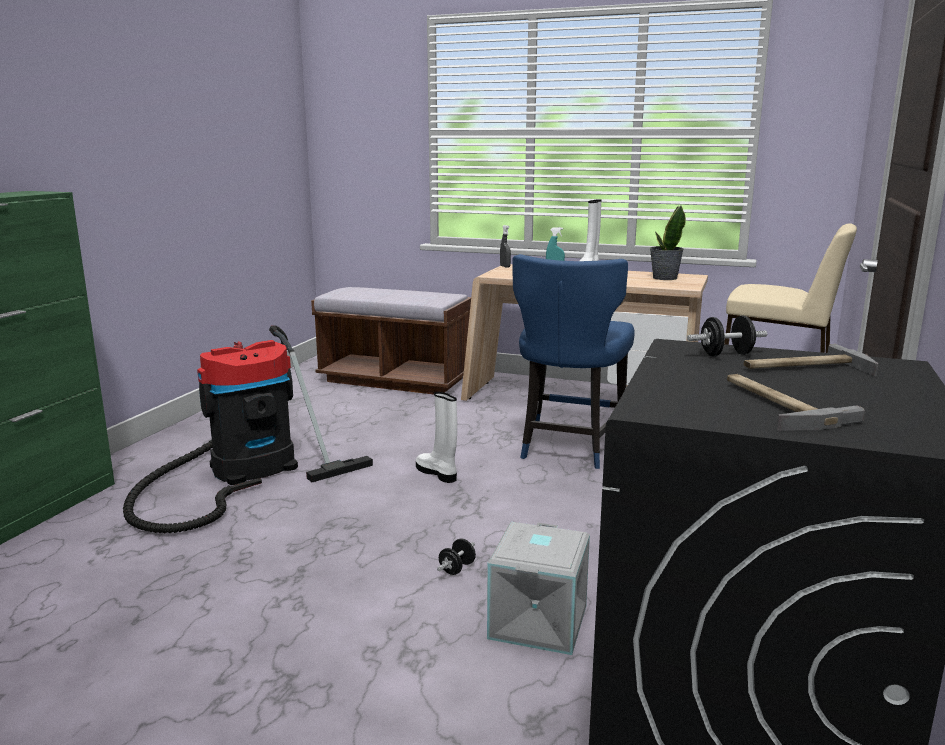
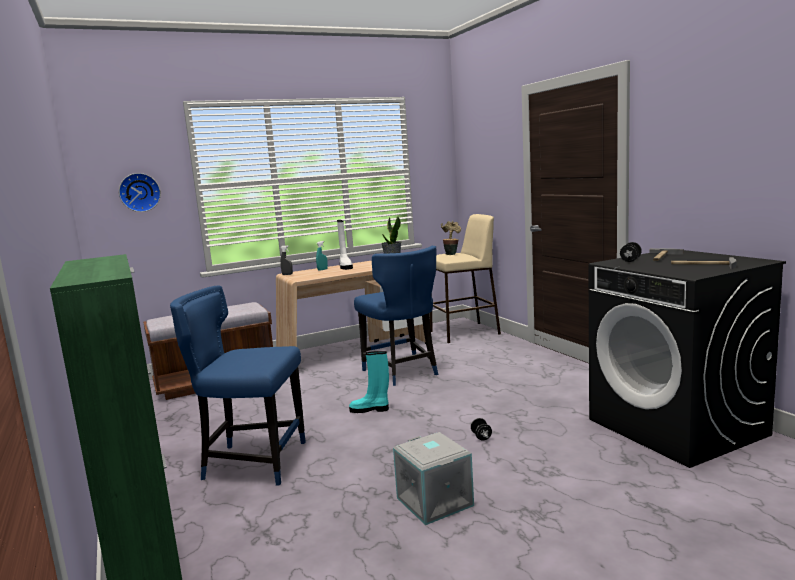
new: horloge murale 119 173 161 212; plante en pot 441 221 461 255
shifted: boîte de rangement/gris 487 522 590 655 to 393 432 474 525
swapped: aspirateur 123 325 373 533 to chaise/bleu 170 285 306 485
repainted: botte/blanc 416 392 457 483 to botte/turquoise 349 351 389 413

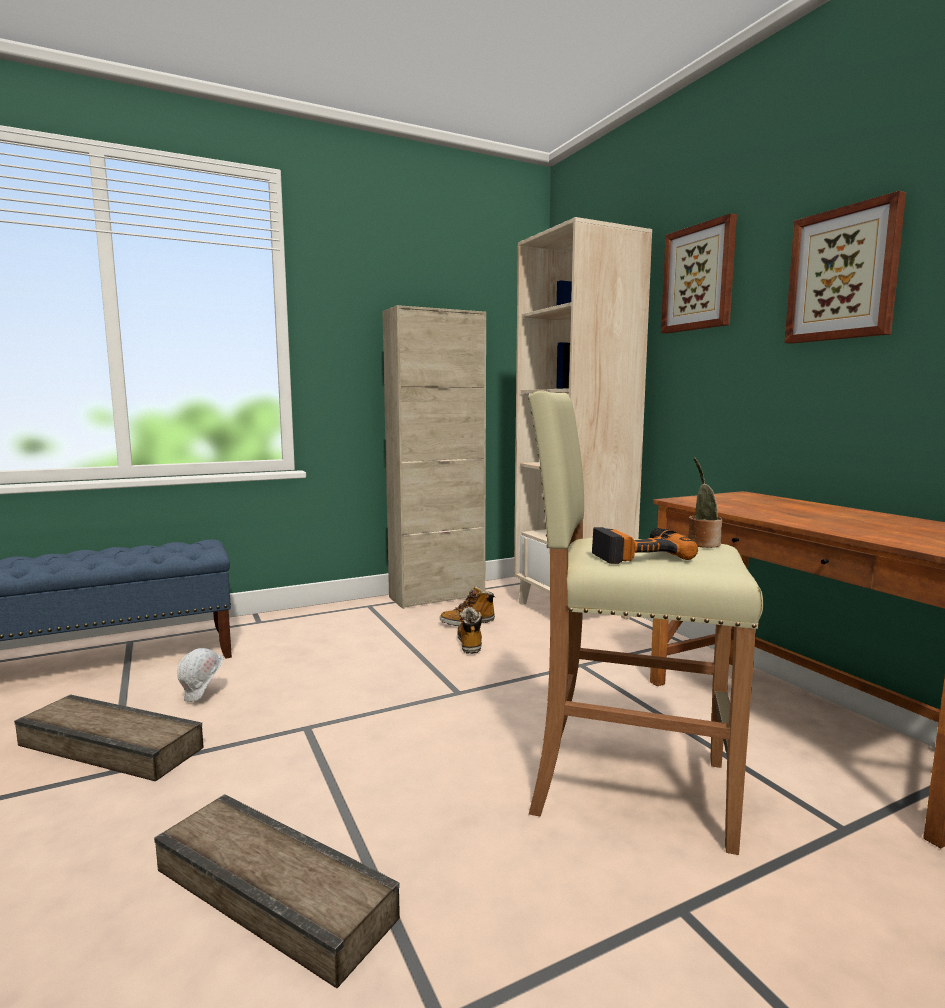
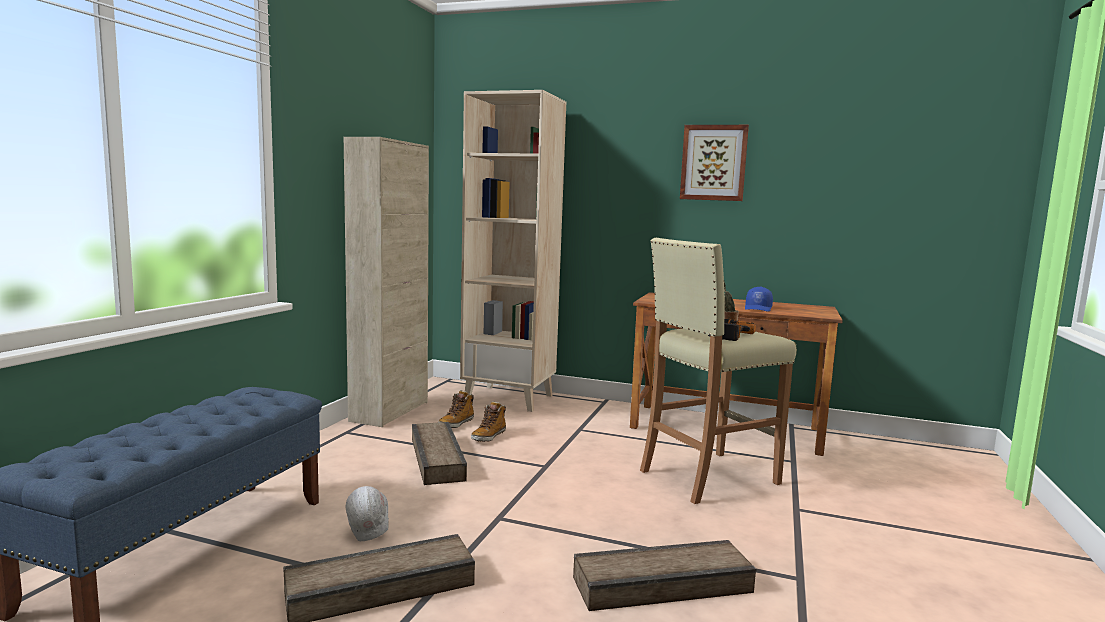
gone: tableau 661 213 737 333
new: caisse 412 422 467 485; casquette/bleu 745 286 773 312
rotated: botte 457 607 482 654 = 471 401 506 442 105 degrees counterclockwise

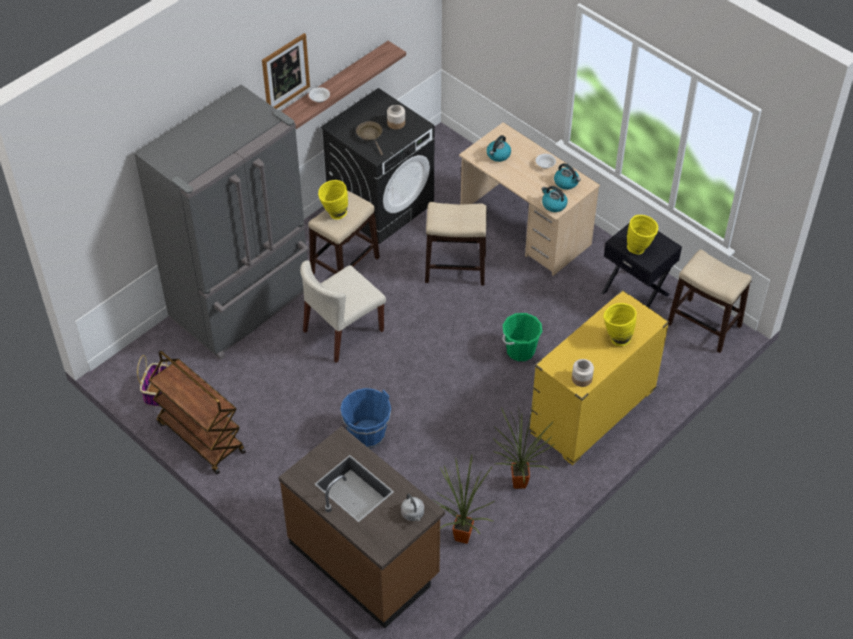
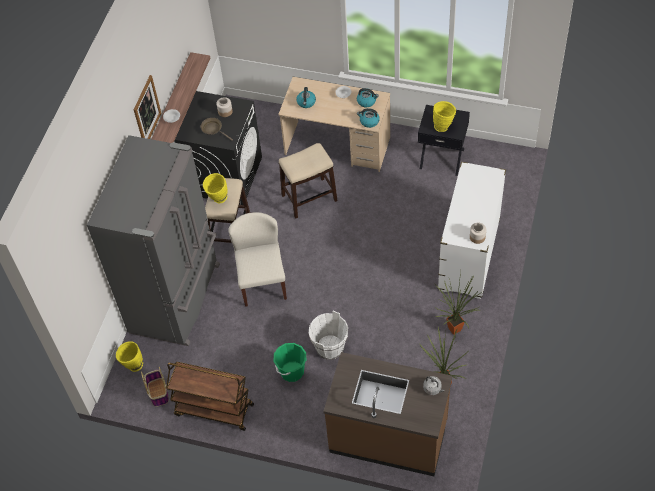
gone: tabouret 668 249 752 353
shifted: seau/vert 502 313 543 361 to 274 343 306 382; vase/jaune 603 303 637 346 to 116 341 143 372
repainted: seau/bleu 340 388 391 449 to seau/blanc 309 311 348 360; commode/jaune 529 290 669 465 to commode/blanc 438 162 506 299
rotated: chaise/beige 300 260 386 363 = 228 212 287 307 150 degrees clockwise

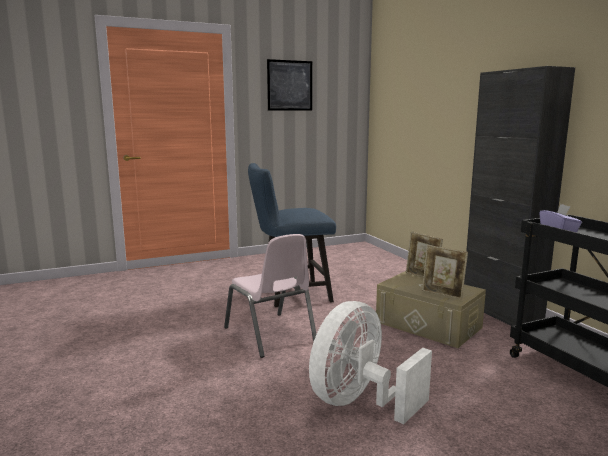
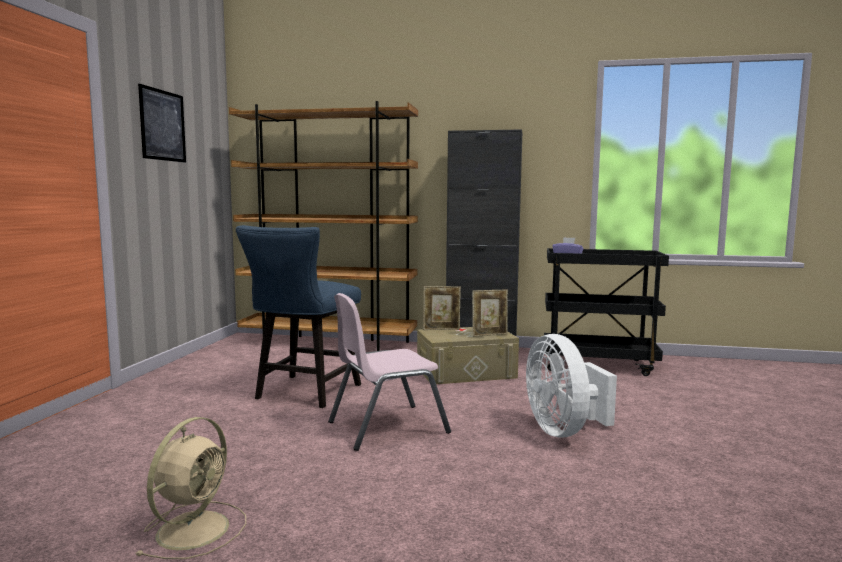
new: ventilateur/beige 135 417 246 559; bibliothèque/marron 229 101 418 351
rotated: chaise/rose 224 234 316 358 = 328 293 451 451 150 degrees clockwise

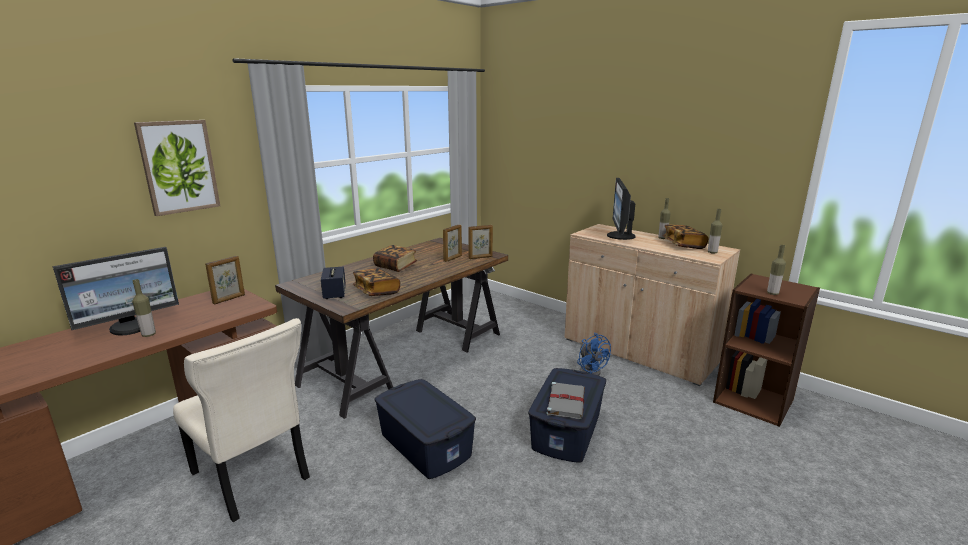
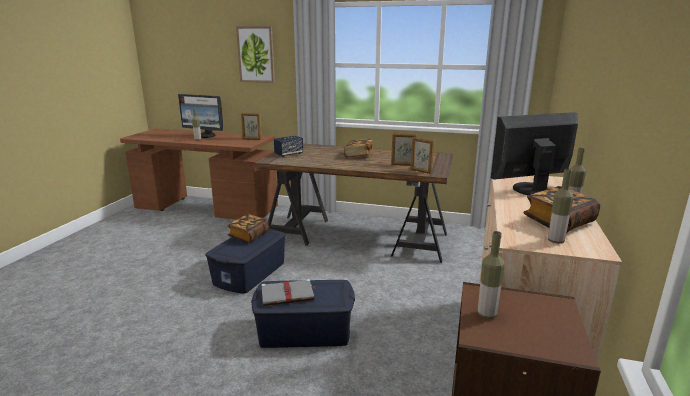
gone: chaise/beige 173 318 310 522; ventilateur/bleu 577 333 611 376
shifted: livre 353 268 400 296 to 227 214 269 243

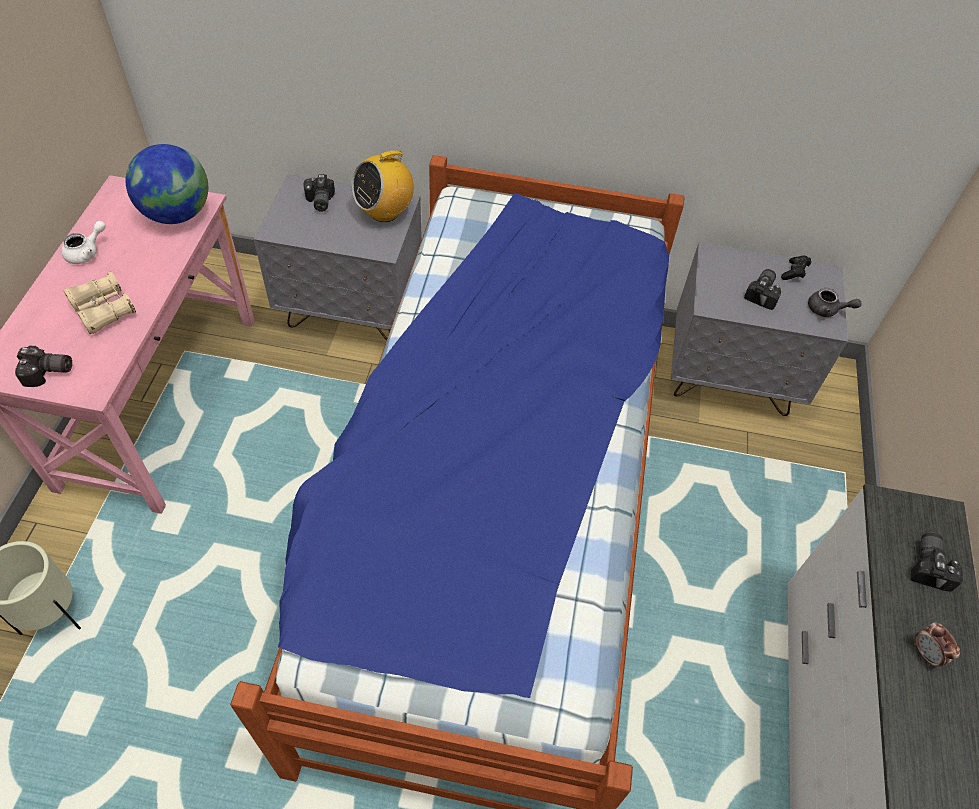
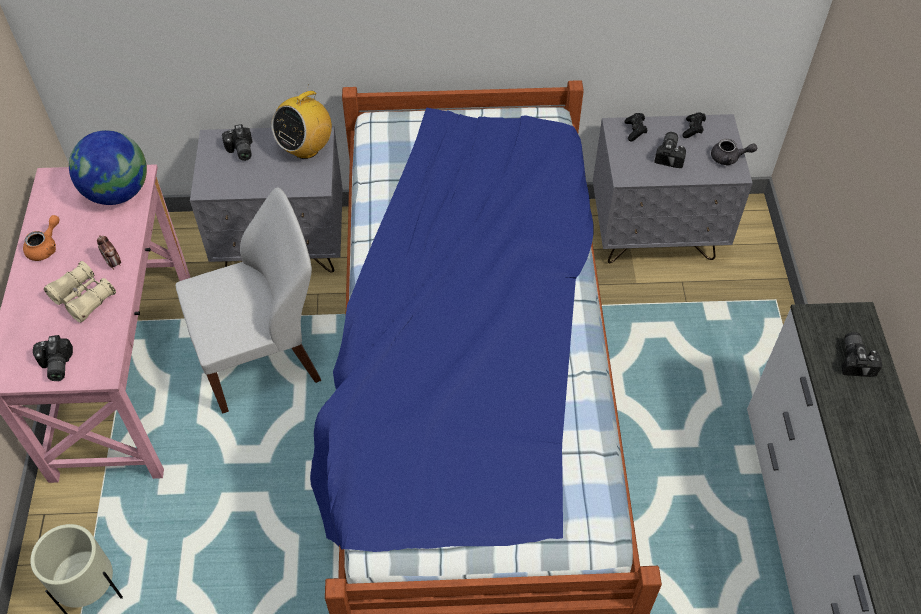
new: chaise/blanc 176 187 321 414; manette/noir 625 113 648 141
shifted: réveil 914 623 961 667 to 97 235 121 270
repainted: théière/blanc 62 221 106 264 to théière/orange 23 215 60 261
rotated: appareil photo 15 346 72 387 = 33 335 73 381 90 degrees clockwise

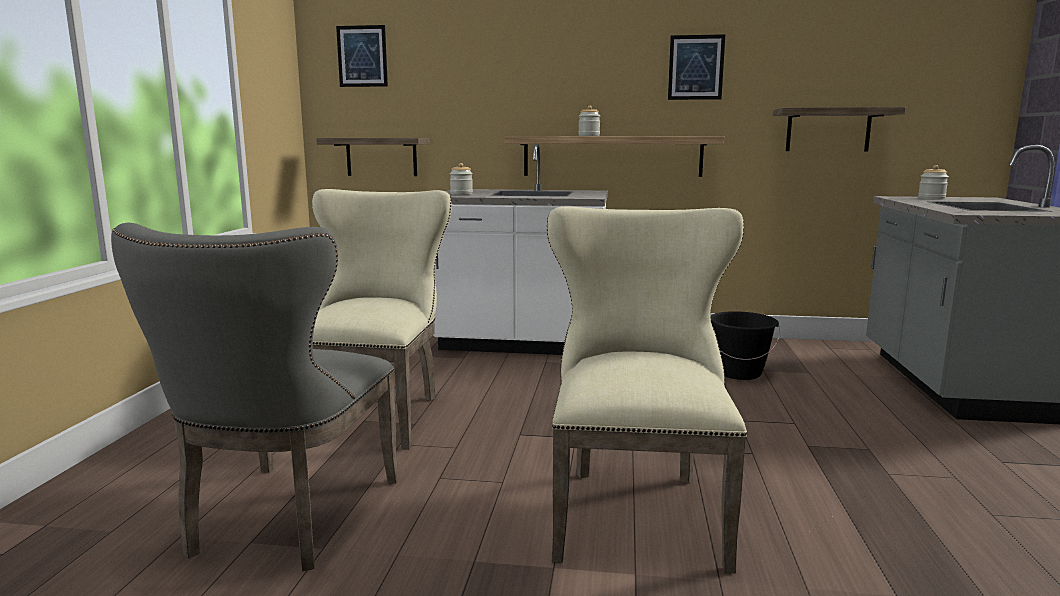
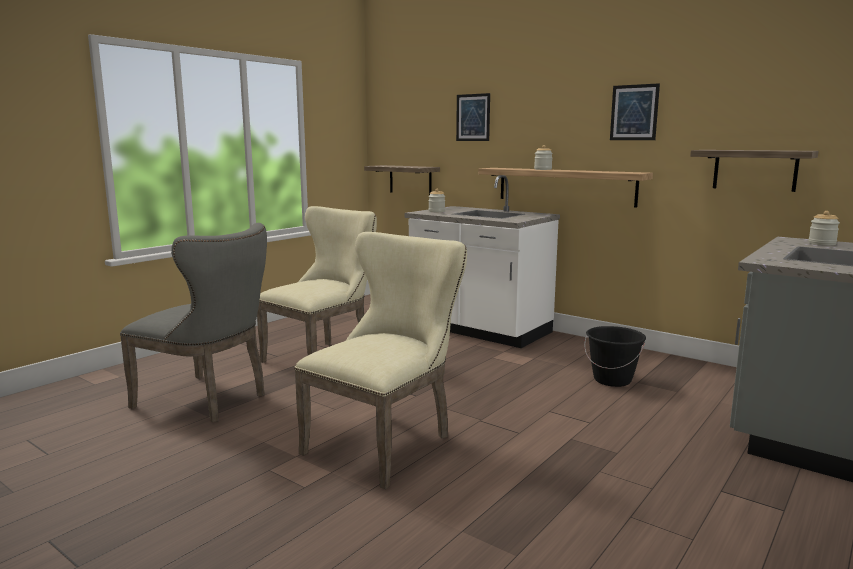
shifted: tableau 336 25 388 87 to 456 93 490 141
rotated: chaise/gris 111 223 399 571 = 120 223 267 423 105 degrees counterclockwise

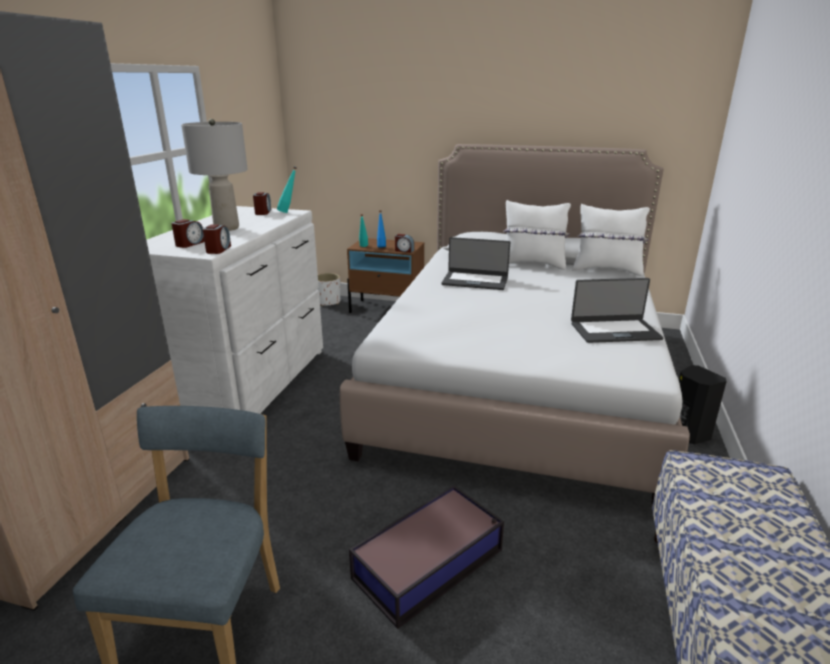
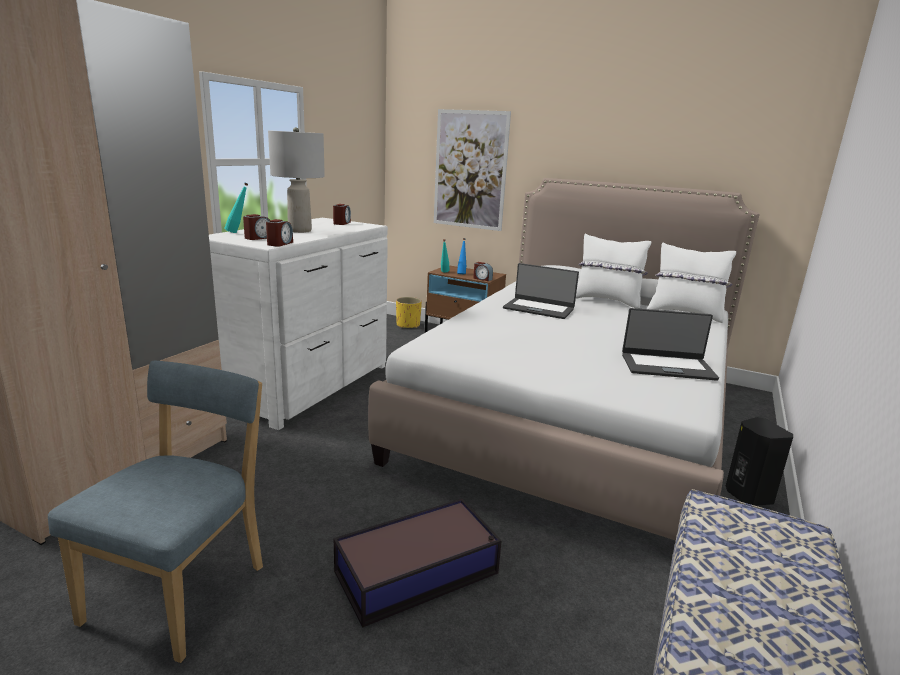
new: tableau 434 109 511 231
shifted: bouteille/turquoise 277 167 297 213 to 224 183 248 233
repainted: cache-pot/blanc 318 273 340 306 to cache-pot/jaune 396 297 422 328

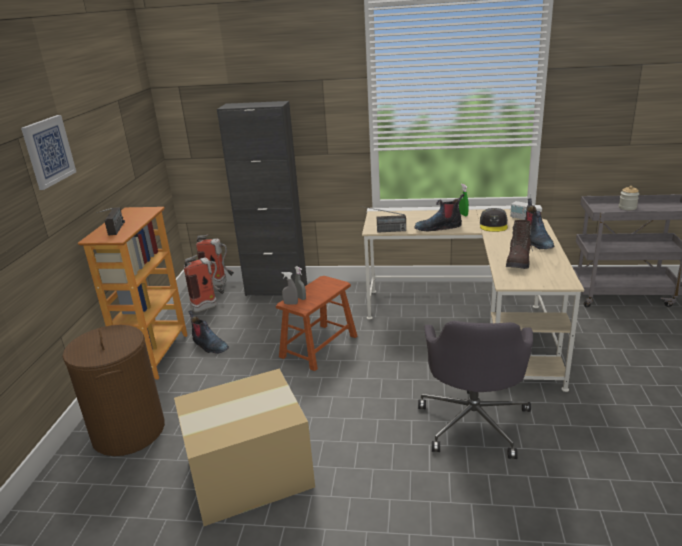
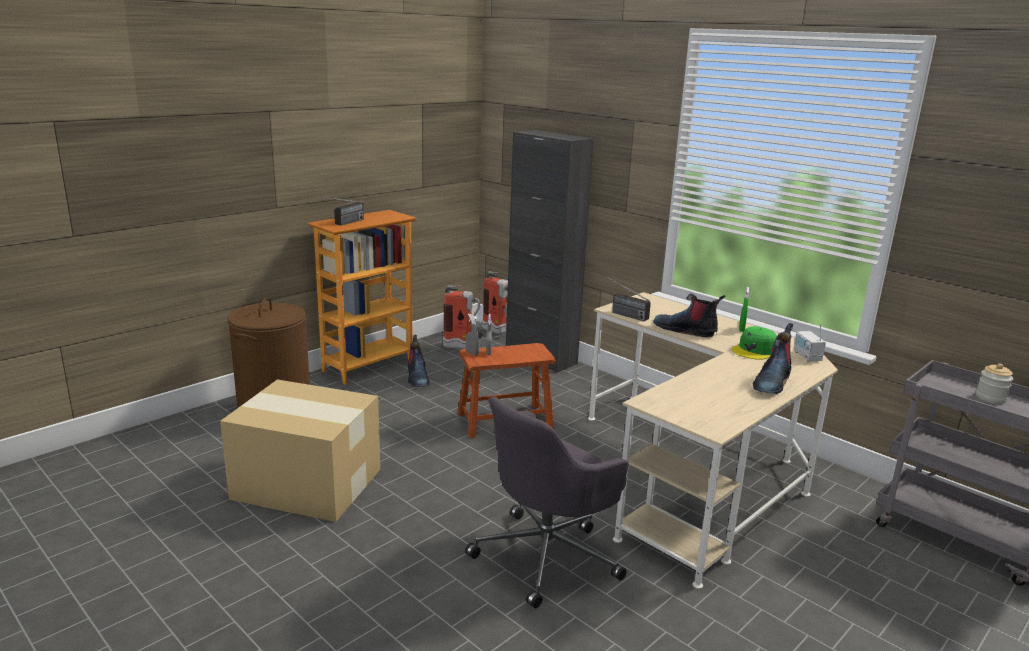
gone: tableau 21 115 76 190; botte/marron 506 220 533 269
repainted: casquette/gris 480 208 508 232 to casquette/vert 732 326 777 360

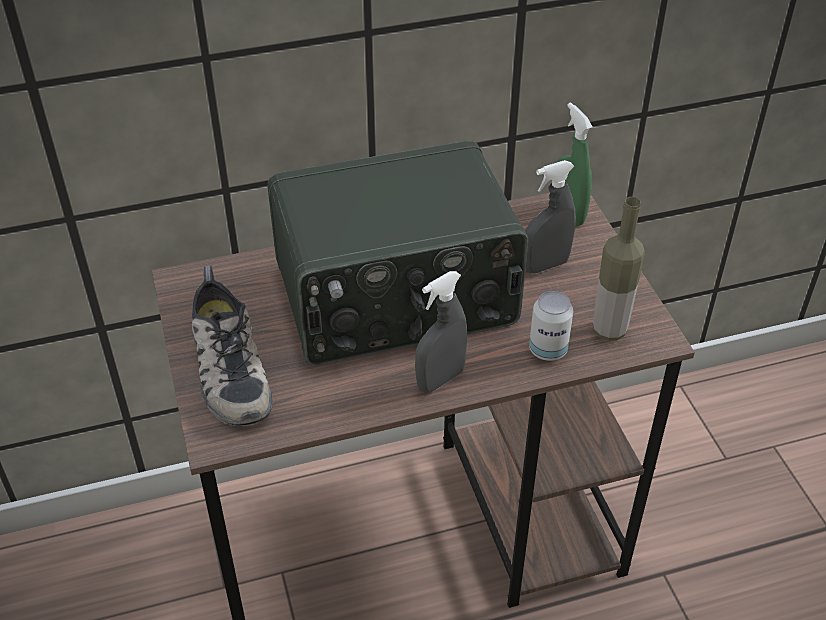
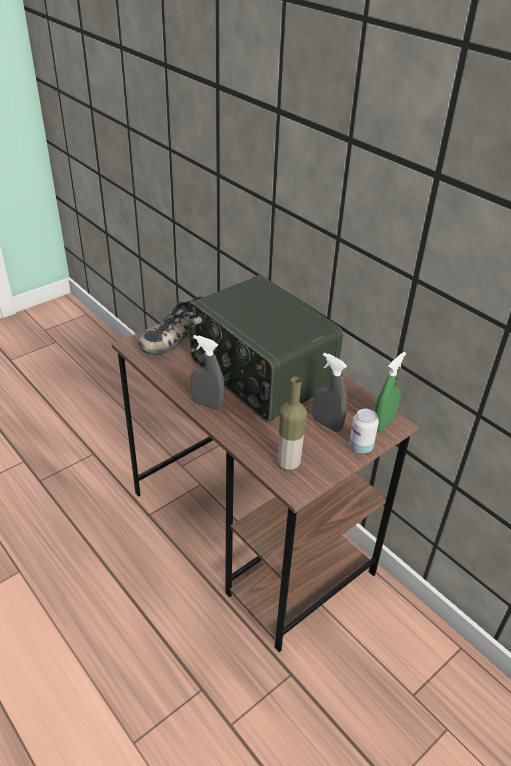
shifted: boîte métallique 529 291 573 361 to 349 409 379 453

